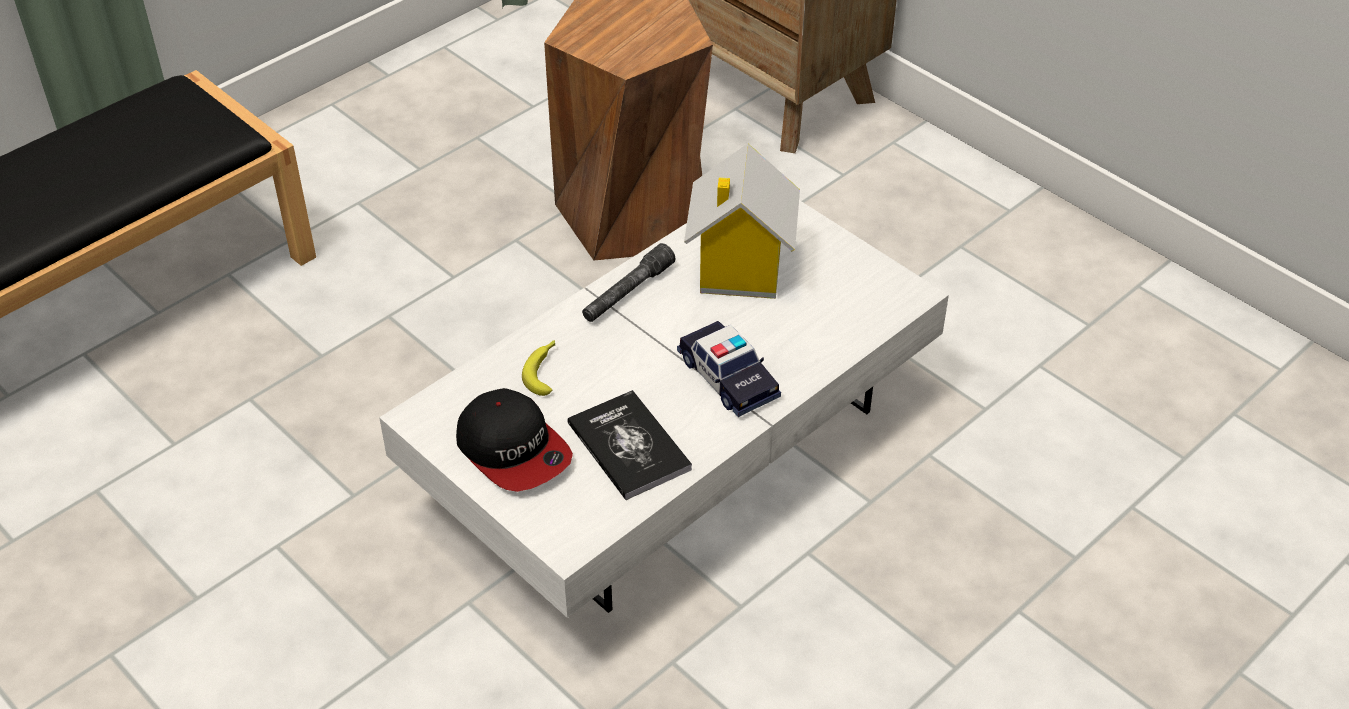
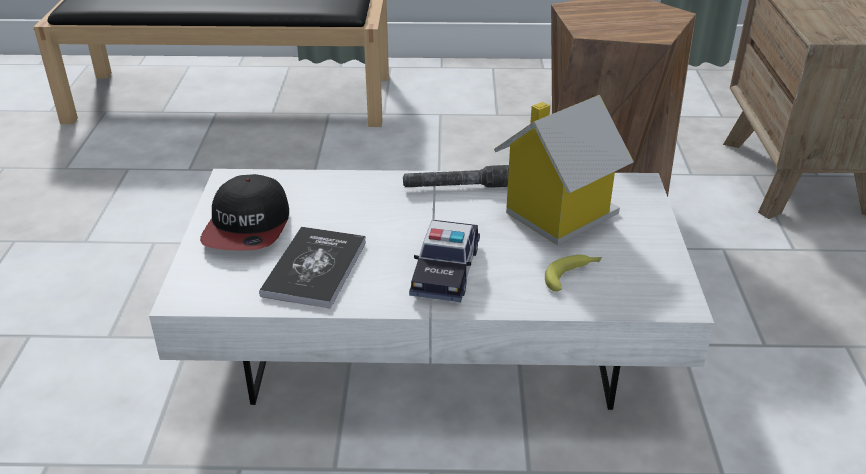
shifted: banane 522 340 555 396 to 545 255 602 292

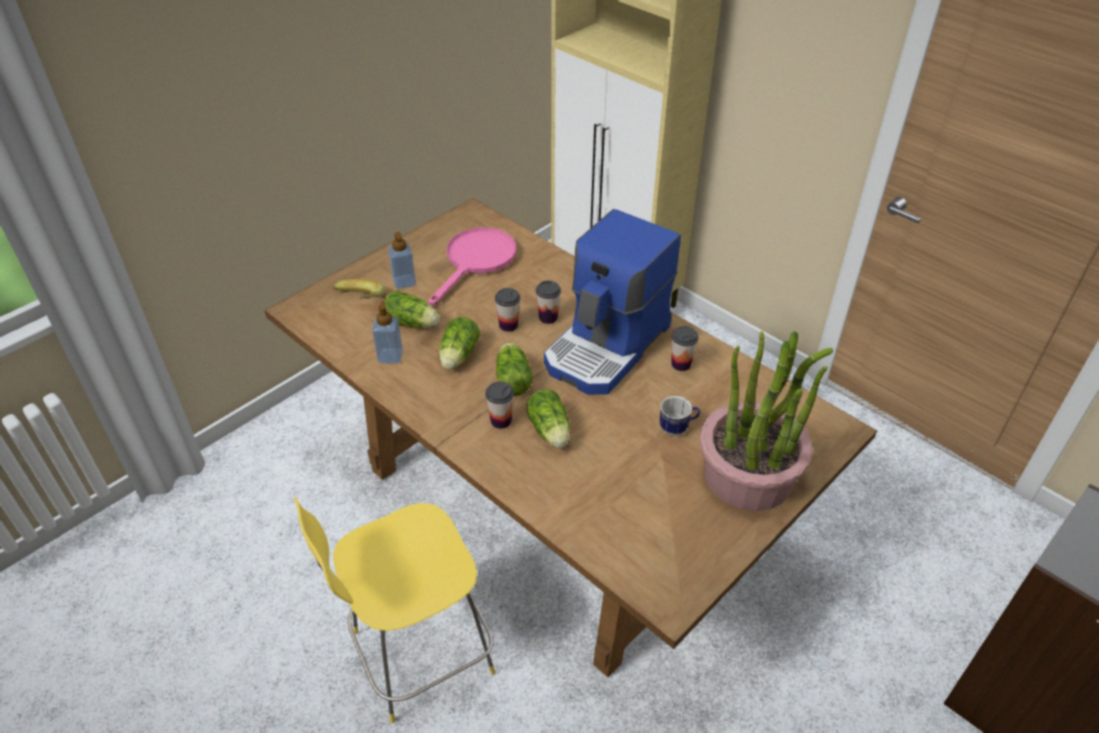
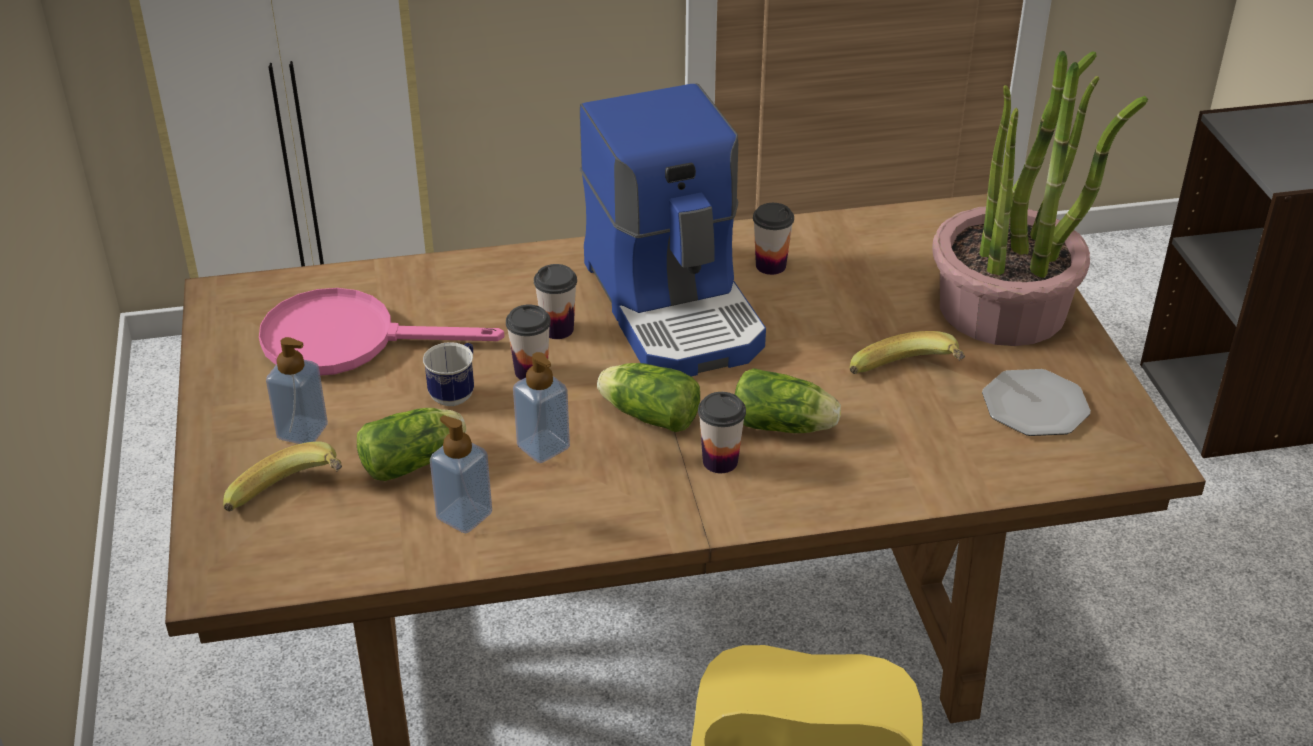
new: banane 850 331 965 374; assiette 982 369 1091 436
shifted: mug 659 396 700 436 to 423 342 474 406
swapped: laitue 439 317 480 369 to distributeur de savon 513 352 570 463
rotated: poêle/rose 428 228 516 306 = 259 288 504 376 60 degrees counterclockwise

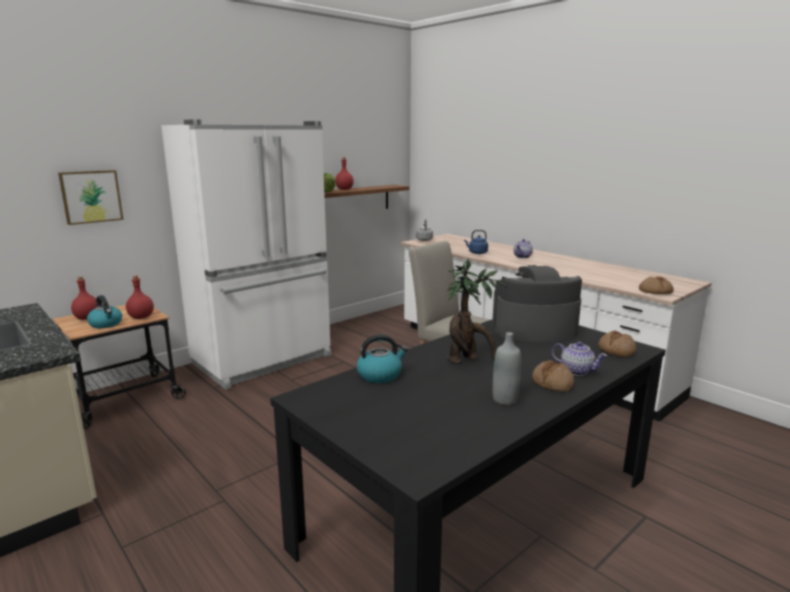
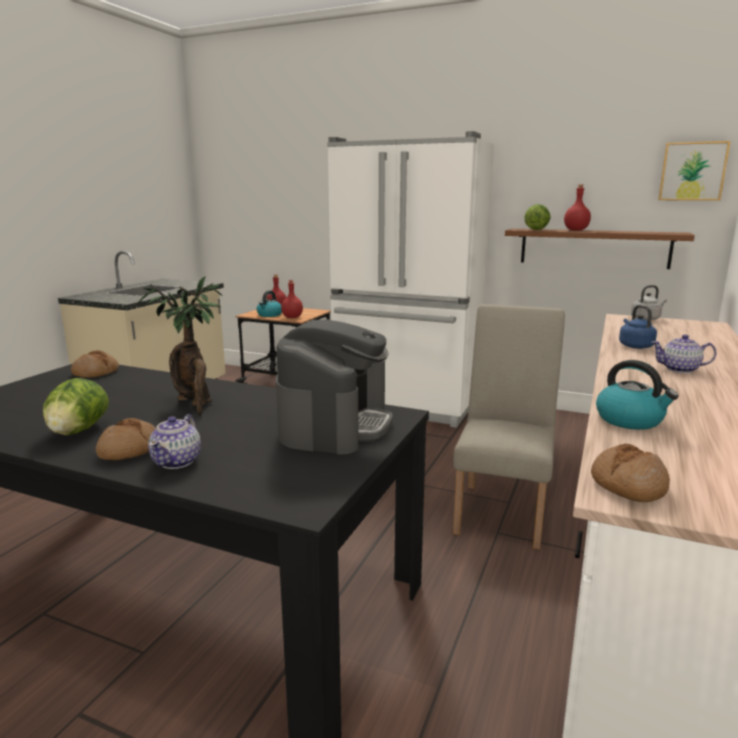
shifted: tableau 58 170 123 225 to 658 141 731 201; bouilloire 356 334 408 383 to 596 360 679 430; pain 598 331 636 357 to 71 350 119 378
swapped: bouteille/gris 493 332 521 405 to laitue 43 378 109 435
rotated: machine à café 492 265 582 342 = 276 319 393 455 45 degrees clockwise

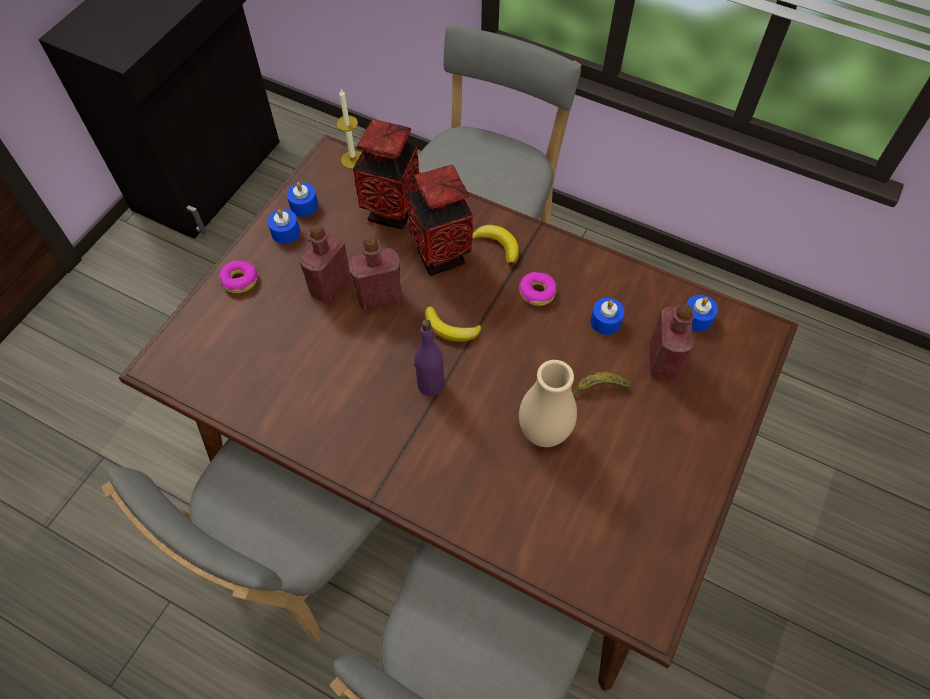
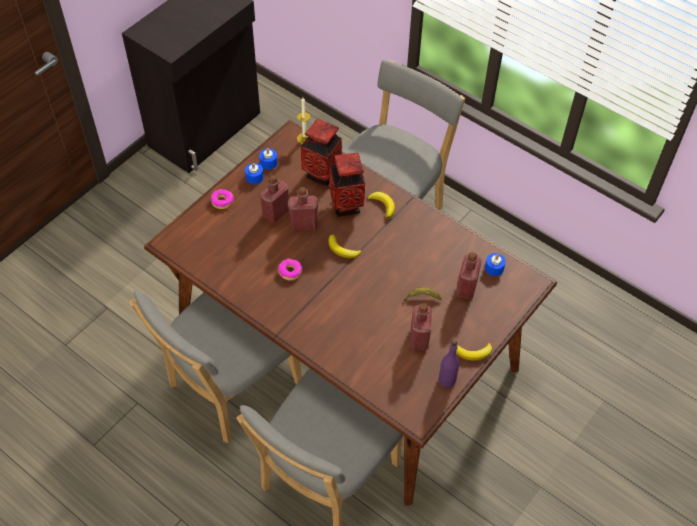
gone: vase/beige 519 360 577 447; bougie/bleu 590 298 624 335
new: bouteille/rouge 410 303 432 351; banane 456 343 492 360
shifted: bouteille/violet 414 319 444 396 to 439 340 459 387; beignet 519 272 557 306 to 278 259 302 280

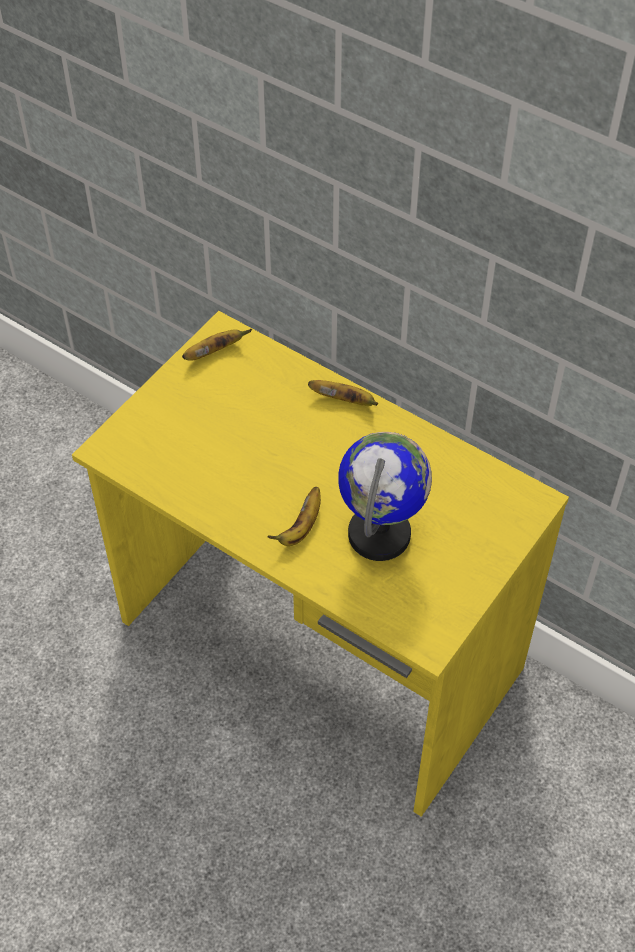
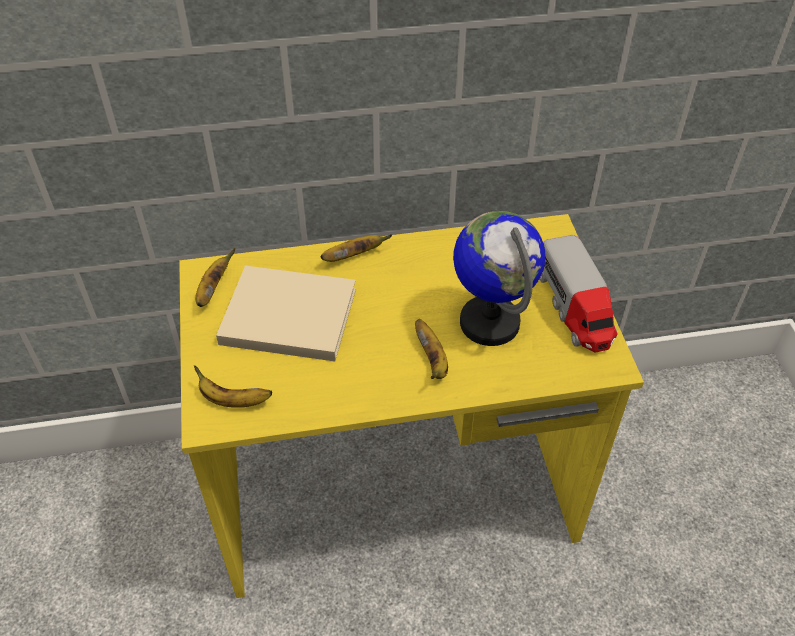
new: banane 194 365 272 408; livre/beige 216 266 356 361; camion jouet 540 235 618 352

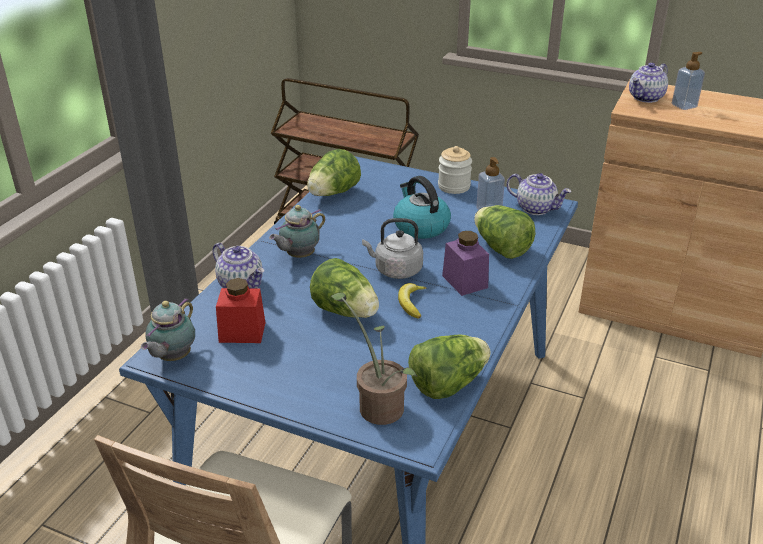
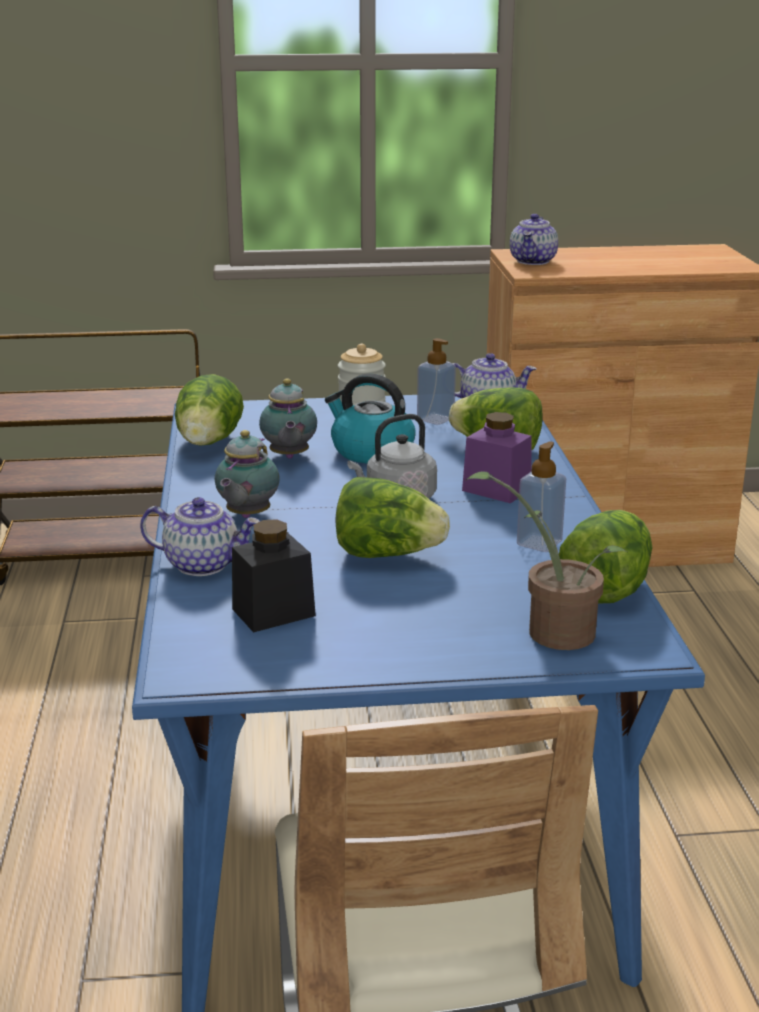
gone: banane 398 283 427 319
shifted: théière 141 298 195 361 to 259 379 317 459; distributeur de savon 672 52 705 110 to 517 441 566 552
repainted: bocal/rouge 216 278 266 343 to bocal/noir 232 519 316 633

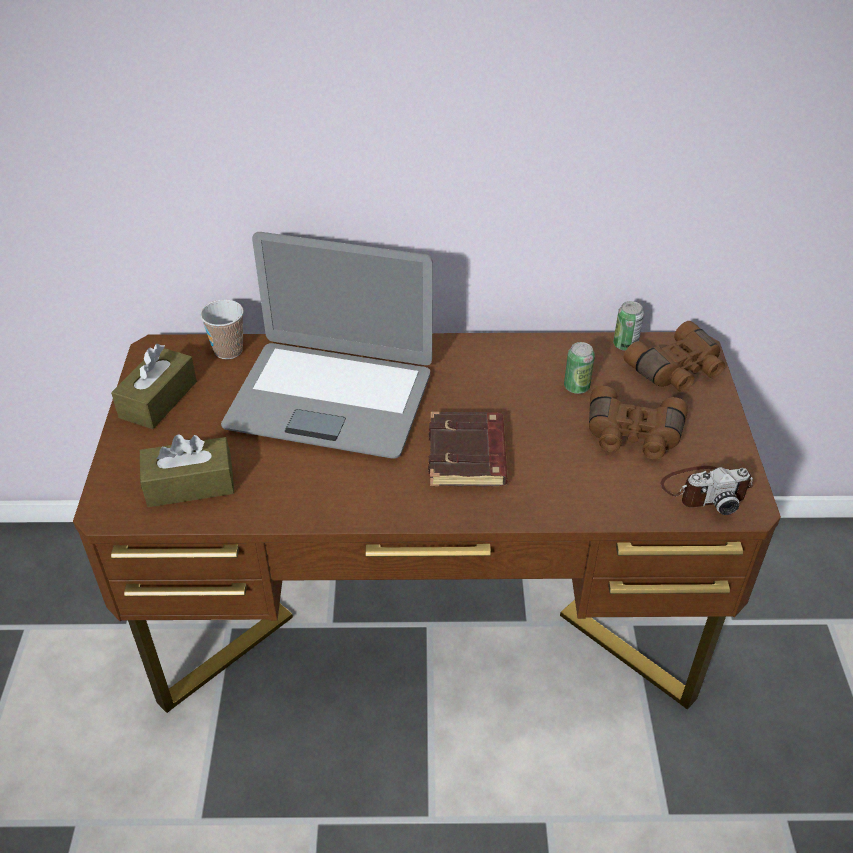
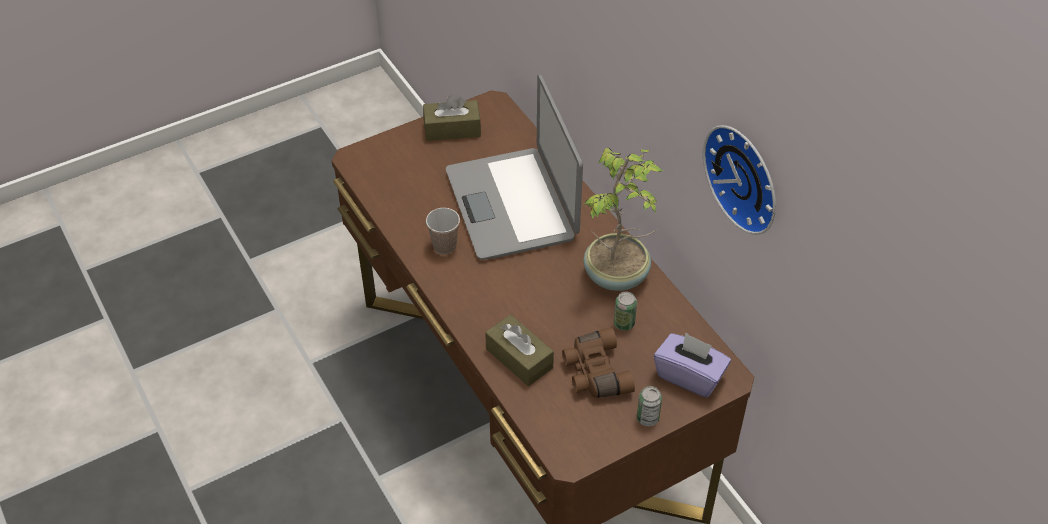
gone: livre/marron 428 412 508 486; appareil photo 661 466 753 515
new: plante en pot 583 148 663 291; horloge murale 703 125 776 235
shifted: boîte à mouchoirs/marron 140 434 235 507 to 485 314 554 386; tasse 200 300 244 359 to 426 208 460 254; boîte métallique 613 301 644 351 to 637 386 662 426
swapped: jumelles/marron 624 321 725 392 to boîte à mouchoirs/violet 654 332 731 398

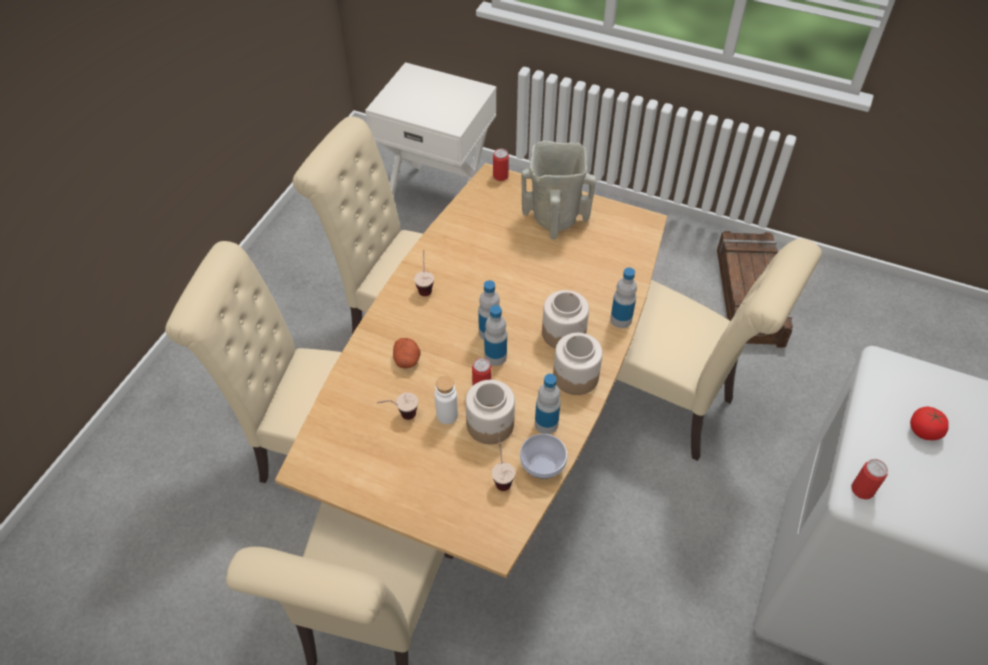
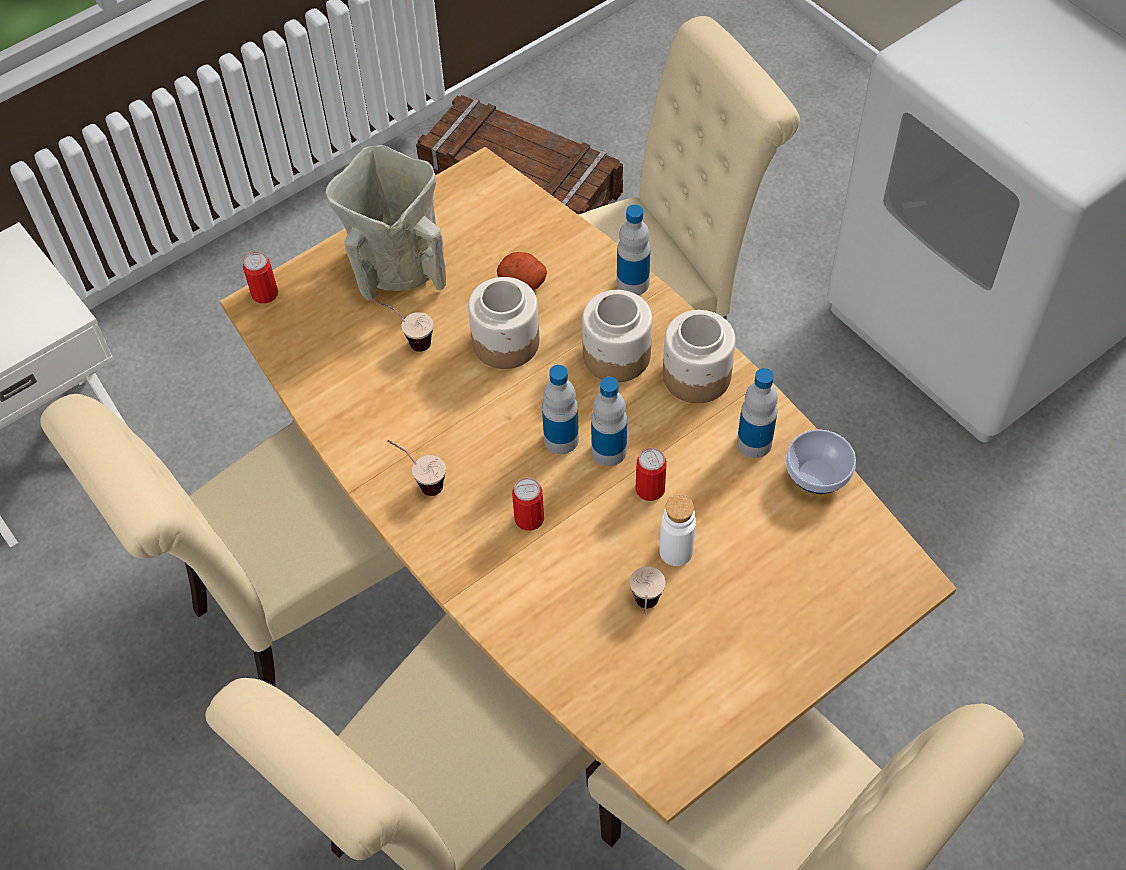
gone: tomate 910 407 949 440
shifted: pomme de terre 393 338 421 368 to 497 252 547 290; bocal 466 380 515 444 to 468 277 539 369; tasse 492 438 515 491 to 376 300 433 352; boîte métallique 851 459 888 500 to 512 478 544 531

